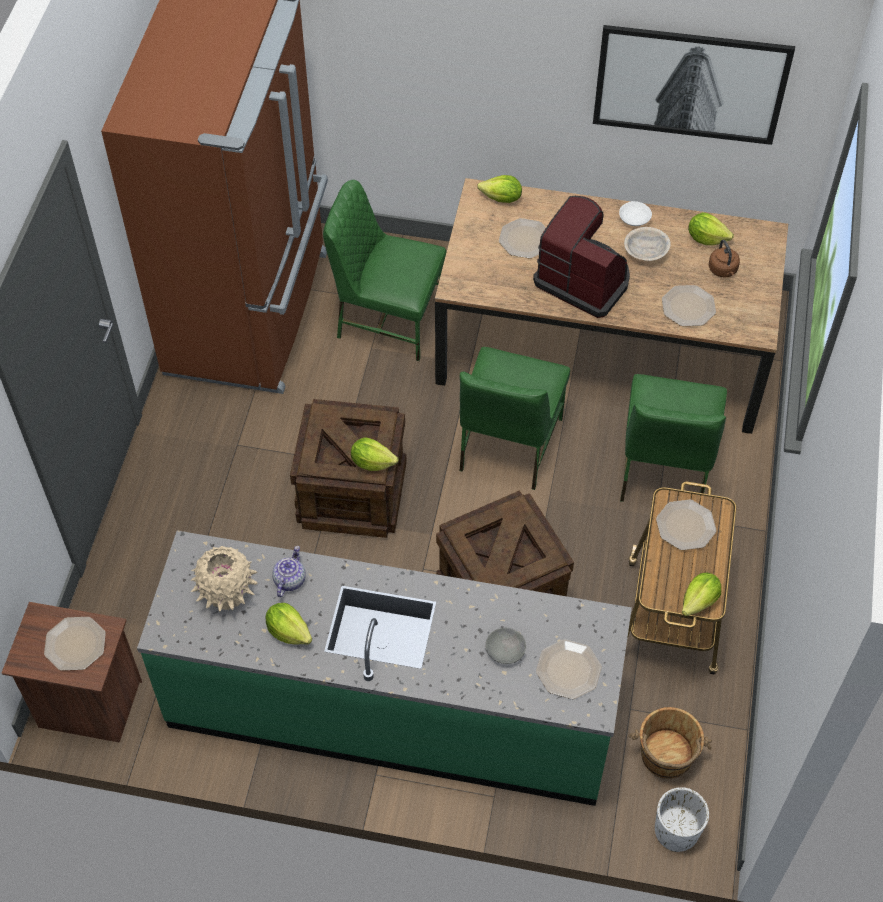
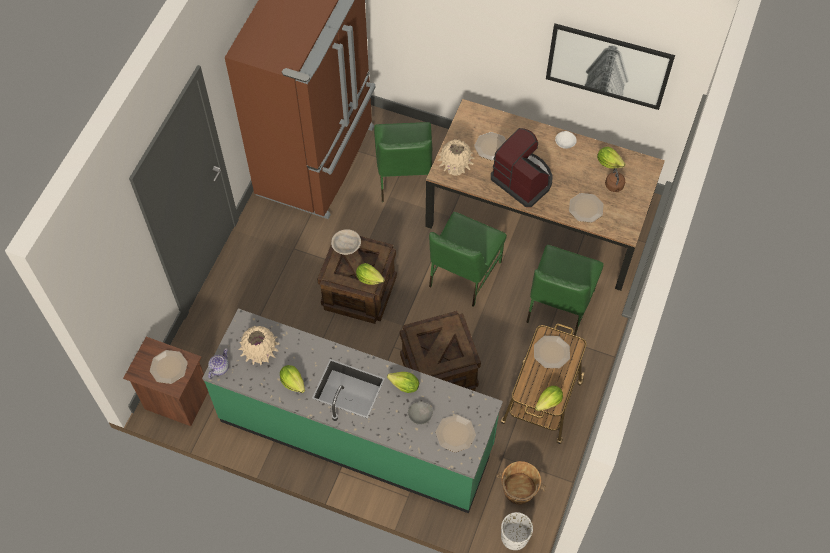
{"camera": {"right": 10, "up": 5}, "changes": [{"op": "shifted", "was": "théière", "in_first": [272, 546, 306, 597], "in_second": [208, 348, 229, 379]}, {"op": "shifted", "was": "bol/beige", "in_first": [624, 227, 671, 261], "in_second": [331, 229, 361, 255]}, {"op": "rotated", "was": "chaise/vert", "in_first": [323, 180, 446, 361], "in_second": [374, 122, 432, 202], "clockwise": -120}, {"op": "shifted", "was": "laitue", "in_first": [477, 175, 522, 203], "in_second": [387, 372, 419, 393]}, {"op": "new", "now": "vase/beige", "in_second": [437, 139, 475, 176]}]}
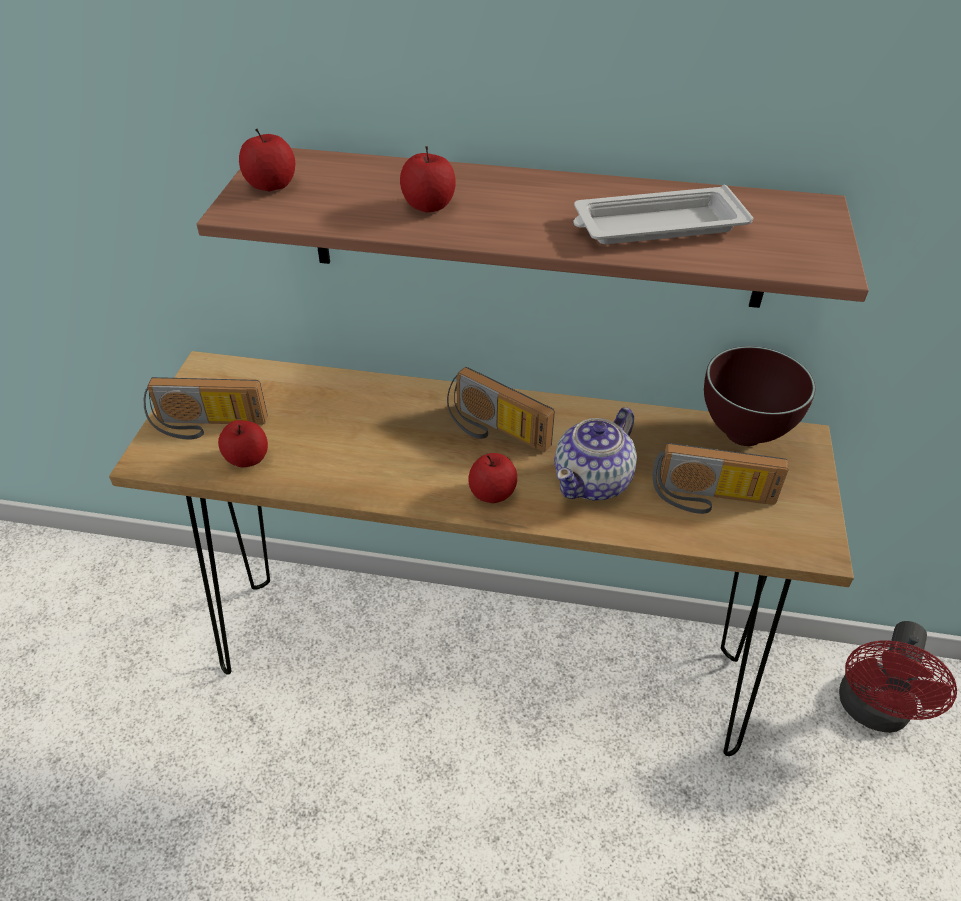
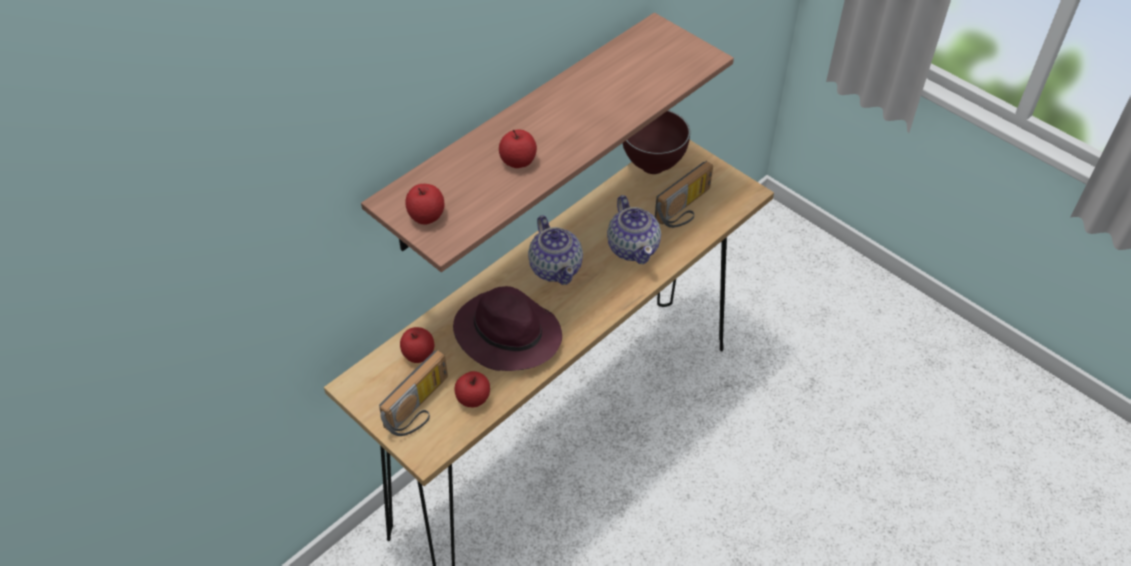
{"camera": {"right": -55, "up": 5}, "changes": [{"op": "shifted", "was": "pomme", "in_first": [468, 453, 517, 503], "in_second": [400, 327, 434, 363]}, {"op": "new", "now": "chapeau/violet", "in_second": [453, 286, 562, 371]}, {"op": "swapped", "was": "radio", "now": "théière", "in_first": [447, 367, 555, 452], "in_second": [528, 215, 583, 285]}, {"op": "gone", "was": "plateau/blanc", "in_first": [573, 185, 753, 244]}, {"op": "gone", "was": "ventilateur/rouge", "in_first": [839, 621, 957, 733]}]}
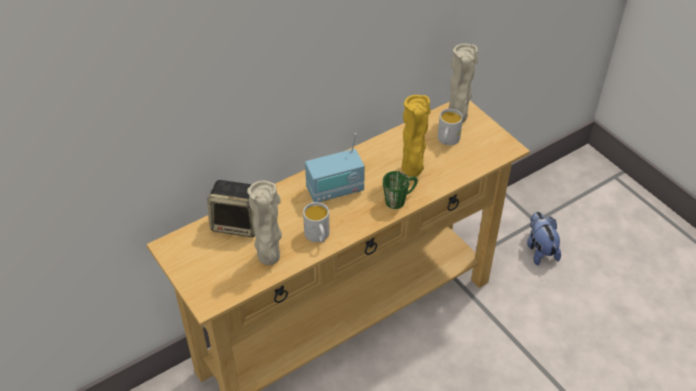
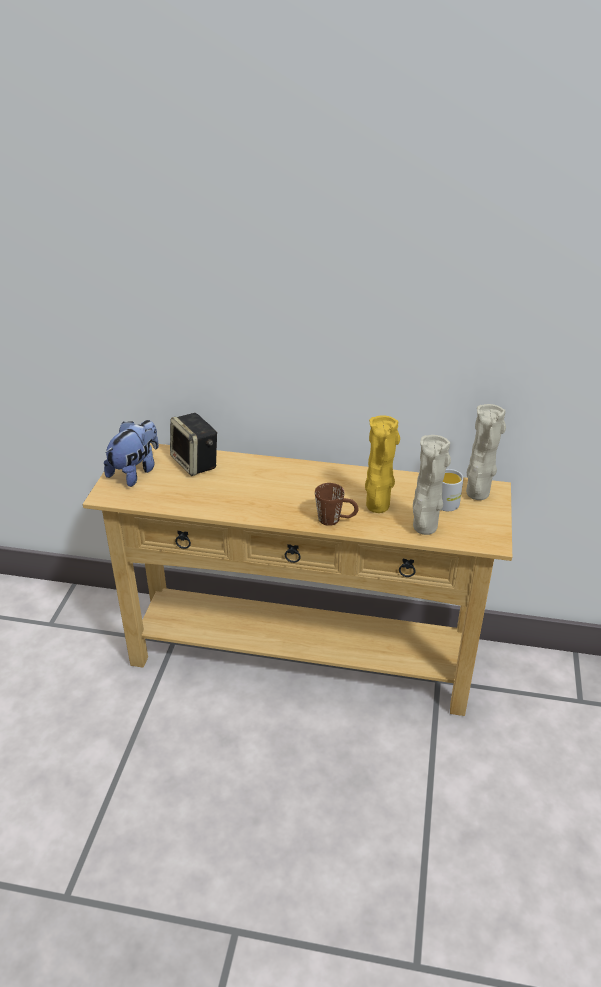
{"camera": {"right": 45, "up": -10}, "changes": [{"op": "shifted", "was": "peluche", "in_first": [527, 212, 561, 265], "in_second": [104, 420, 159, 487]}, {"op": "repainted", "was": "mug/vert", "now": "mug/marron", "in_first": [383, 171, 418, 209], "in_second": [315, 483, 359, 526]}, {"op": "shifted", "was": "vase/beige", "in_first": [247, 181, 282, 265], "in_second": [413, 435, 451, 535]}, {"op": "gone", "was": "mug/blanc", "in_first": [303, 202, 330, 242]}, {"op": "gone", "was": "radio", "in_first": [305, 133, 365, 202]}]}
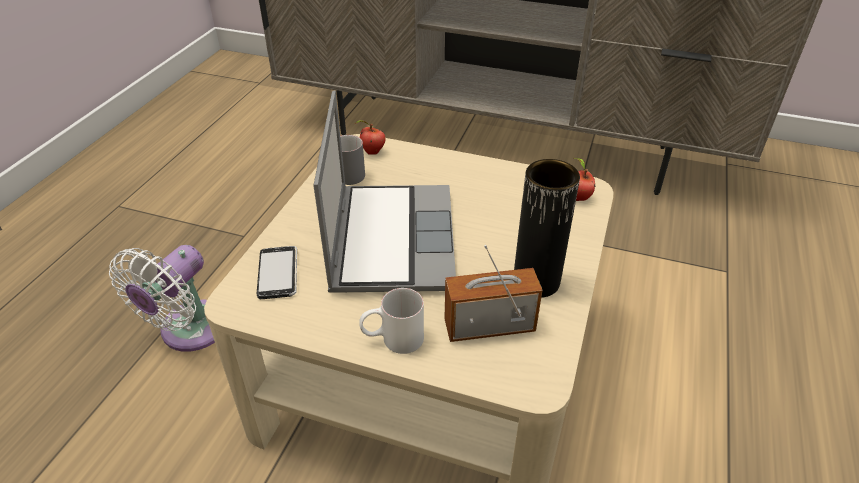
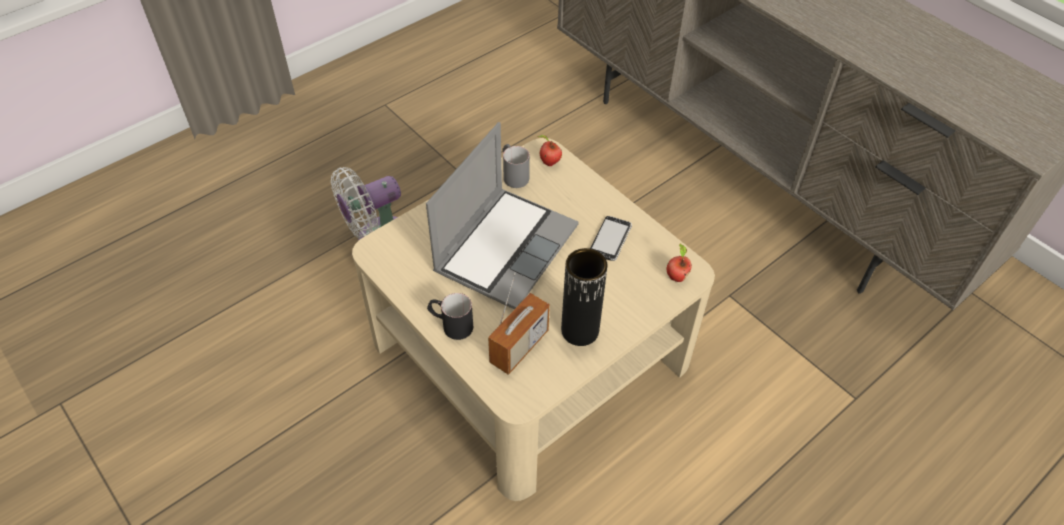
{"camera": {"right": 30, "up": 10}, "changes": [{"op": "repainted", "was": "mug/blanc", "now": "mug/noir", "in_first": [359, 288, 424, 354], "in_second": [427, 293, 473, 340]}, {"op": "rotated", "was": "radio", "in_first": [444, 245, 542, 342], "in_second": [488, 272, 550, 375], "clockwise": 105}, {"op": "shifted", "was": "téléphone", "in_first": [257, 246, 297, 299], "in_second": [590, 216, 632, 261]}]}
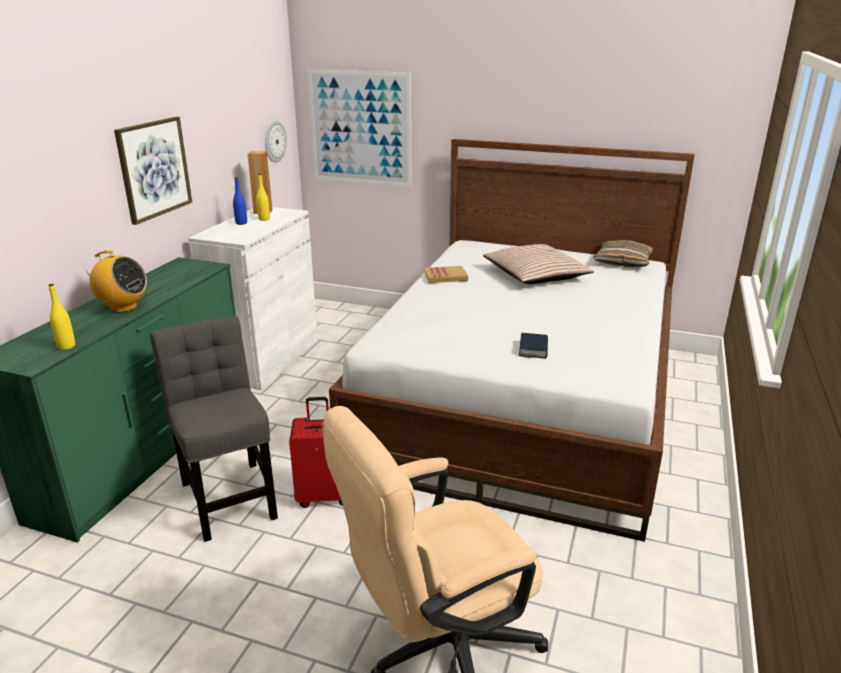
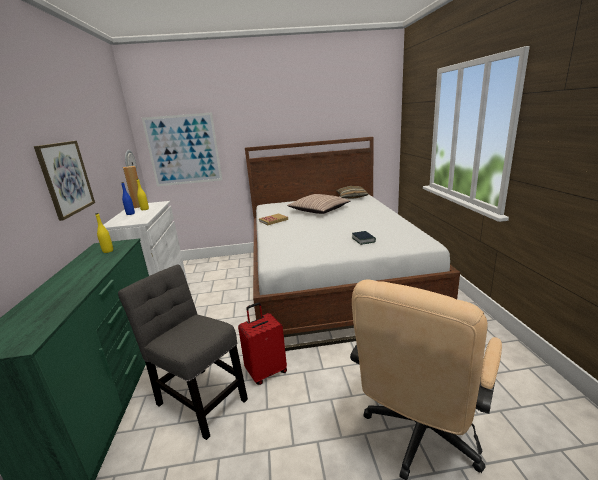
{"camera": {"right": -25, "up": -5}, "changes": [{"op": "shifted", "was": "bouteille/jaune", "in_first": [48, 284, 75, 350], "in_second": [95, 213, 113, 253]}, {"op": "gone", "was": "radio", "in_first": [81, 250, 147, 313]}]}
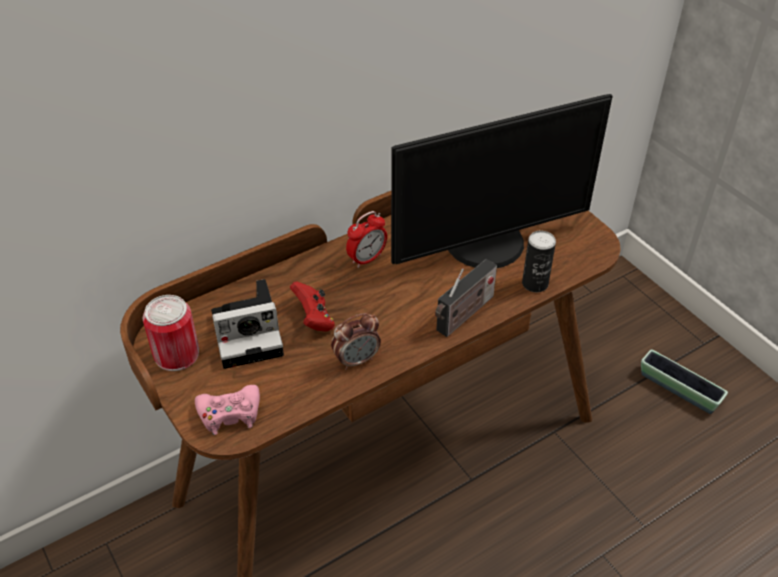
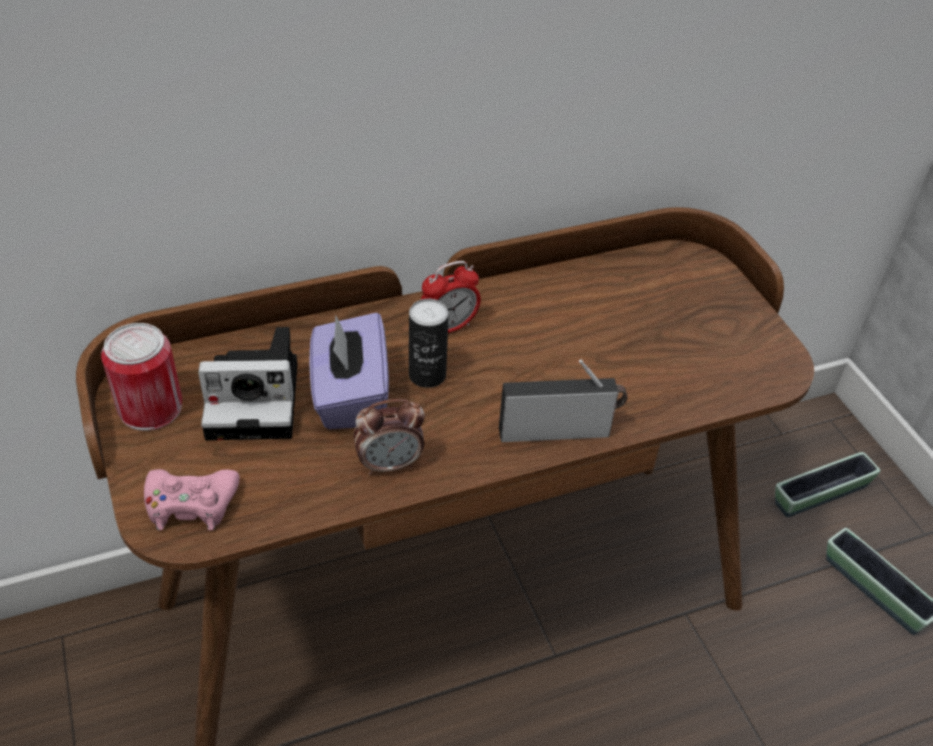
{"camera": {"right": 10, "up": 0}, "changes": [{"op": "swapped", "was": "manette/rouge", "now": "boîte à mouchoirs/violet", "in_first": [290, 281, 335, 332], "in_second": [309, 313, 389, 429]}, {"op": "shifted", "was": "boîte métallique", "in_first": [522, 230, 556, 292], "in_second": [409, 299, 449, 388]}, {"op": "rotated", "was": "radio", "in_first": [435, 259, 497, 337], "in_second": [499, 359, 628, 442], "clockwise": -150}, {"op": "new", "now": "cache-pot", "in_second": [775, 452, 881, 517]}, {"op": "gone", "was": "écran d'ordinateur", "in_first": [391, 94, 613, 268]}]}
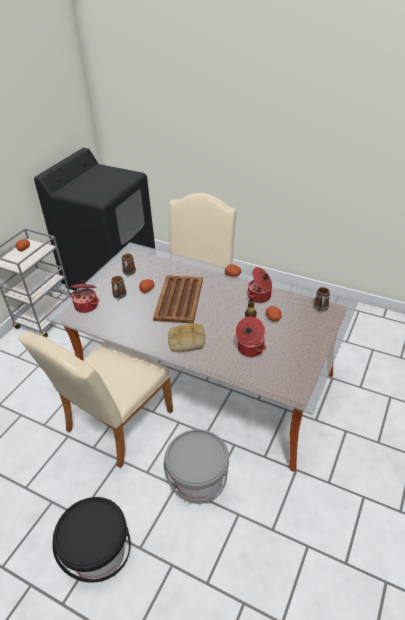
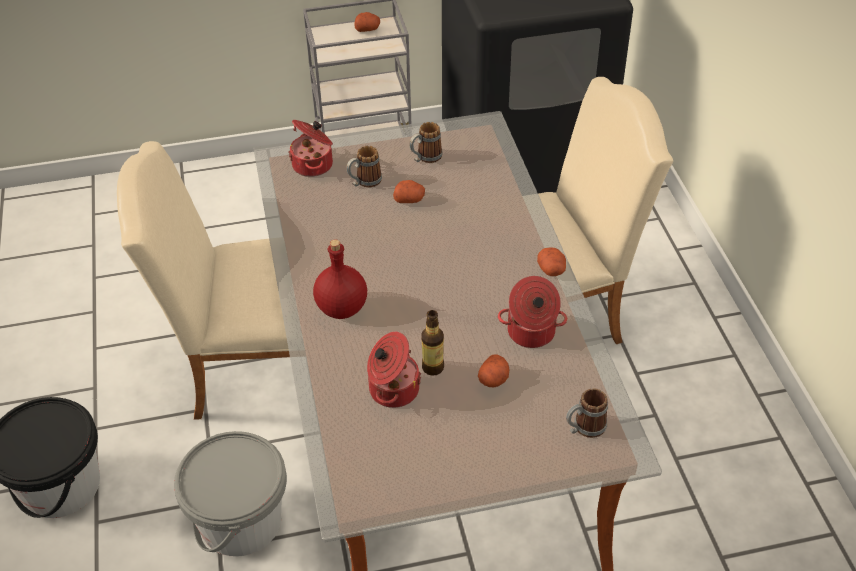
{"camera": {"right": 50, "up": 5}, "changes": [{"op": "swapped", "was": "pain", "now": "bouteille/rouge", "in_first": [168, 323, 205, 352], "in_second": [313, 239, 367, 319]}, {"op": "gone", "was": "plateau/marron", "in_first": [153, 275, 203, 323]}]}
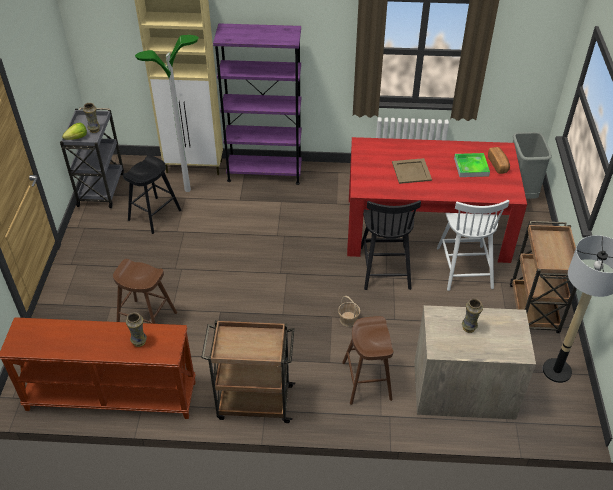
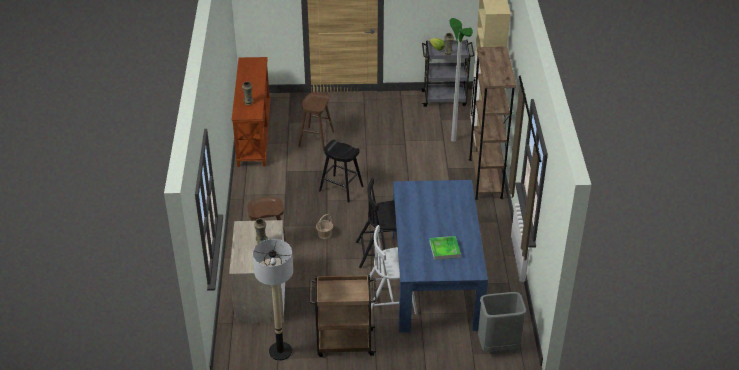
{"camera": {"right": 85, "up": -5}, "changes": [{"op": "shifted", "was": "tabouret/noir", "in_first": [123, 155, 182, 234], "in_second": [319, 140, 364, 203]}, {"op": "repainted", "was": "table à manger/rouge", "now": "table à manger/bleu", "in_first": [347, 137, 527, 263], "in_second": [392, 180, 488, 333]}, {"op": "repainted", "was": "bibliothèque/violet", "now": "bibliothèque/marron", "in_first": [213, 23, 302, 185], "in_second": [469, 47, 516, 200]}, {"op": "gone", "was": "chariot/marron", "in_first": [201, 320, 296, 423]}, {"op": "gone", "was": "plateau/beige", "in_first": [392, 158, 432, 184]}, {"op": "gone", "was": "pain", "in_first": [488, 147, 510, 174]}]}
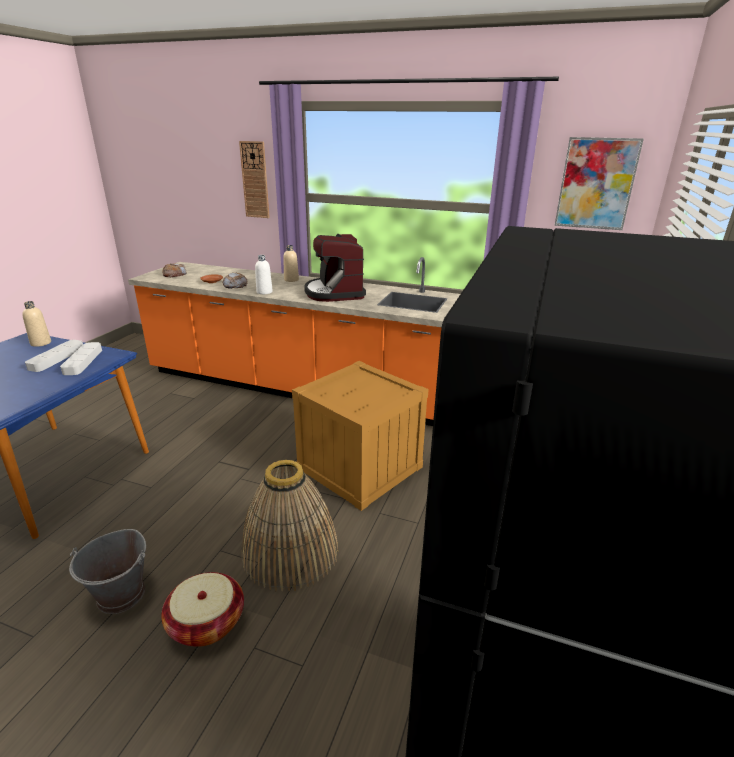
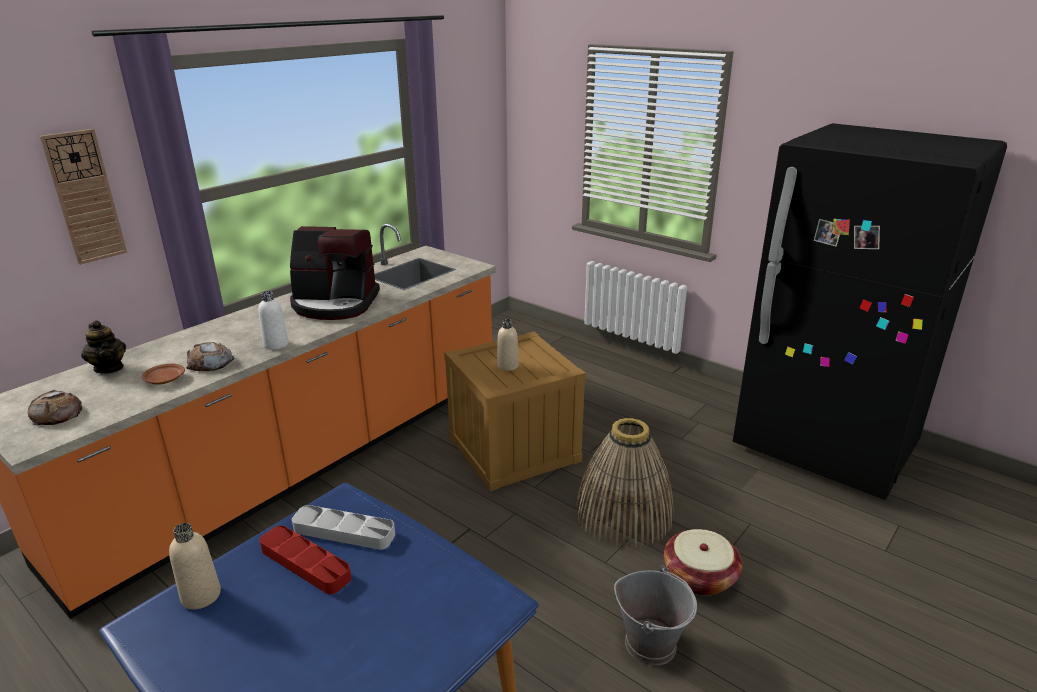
{"camera": {"right": -70, "up": 0}, "changes": [{"op": "new", "now": "théière", "in_second": [81, 320, 126, 374]}, {"op": "repainted", "was": "plateau/gris", "now": "plateau/rouge", "in_first": [25, 340, 83, 372], "in_second": [260, 525, 351, 594]}, {"op": "shifted", "was": "bouteille/beige", "in_first": [283, 245, 299, 282], "in_second": [497, 319, 519, 371]}, {"op": "gone", "was": "tableau", "in_first": [554, 137, 644, 230]}]}
